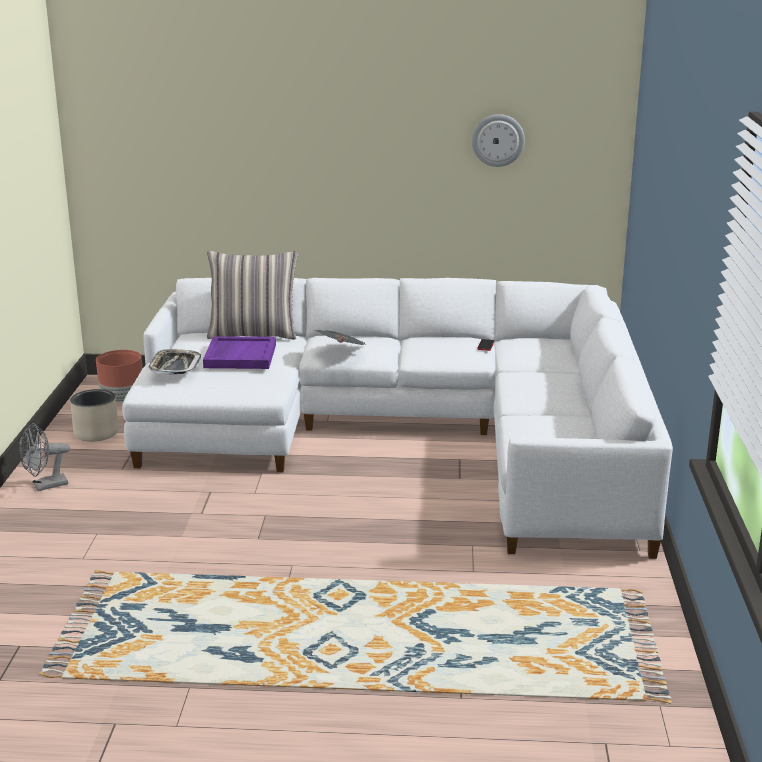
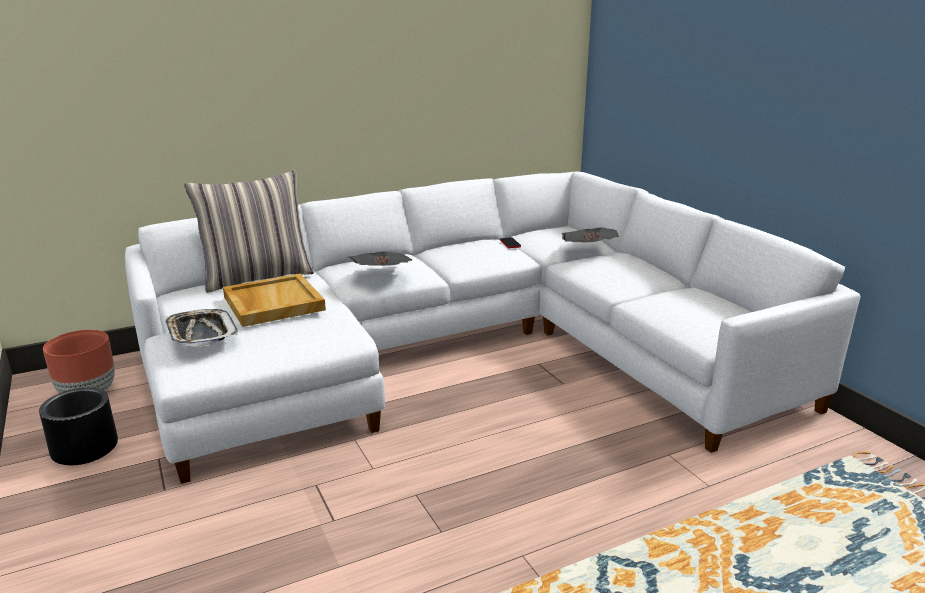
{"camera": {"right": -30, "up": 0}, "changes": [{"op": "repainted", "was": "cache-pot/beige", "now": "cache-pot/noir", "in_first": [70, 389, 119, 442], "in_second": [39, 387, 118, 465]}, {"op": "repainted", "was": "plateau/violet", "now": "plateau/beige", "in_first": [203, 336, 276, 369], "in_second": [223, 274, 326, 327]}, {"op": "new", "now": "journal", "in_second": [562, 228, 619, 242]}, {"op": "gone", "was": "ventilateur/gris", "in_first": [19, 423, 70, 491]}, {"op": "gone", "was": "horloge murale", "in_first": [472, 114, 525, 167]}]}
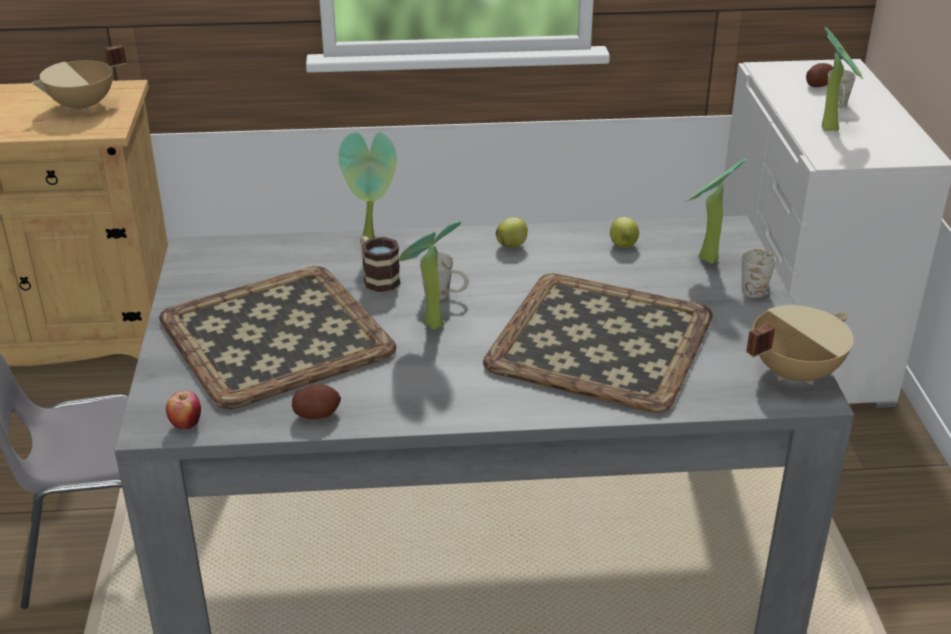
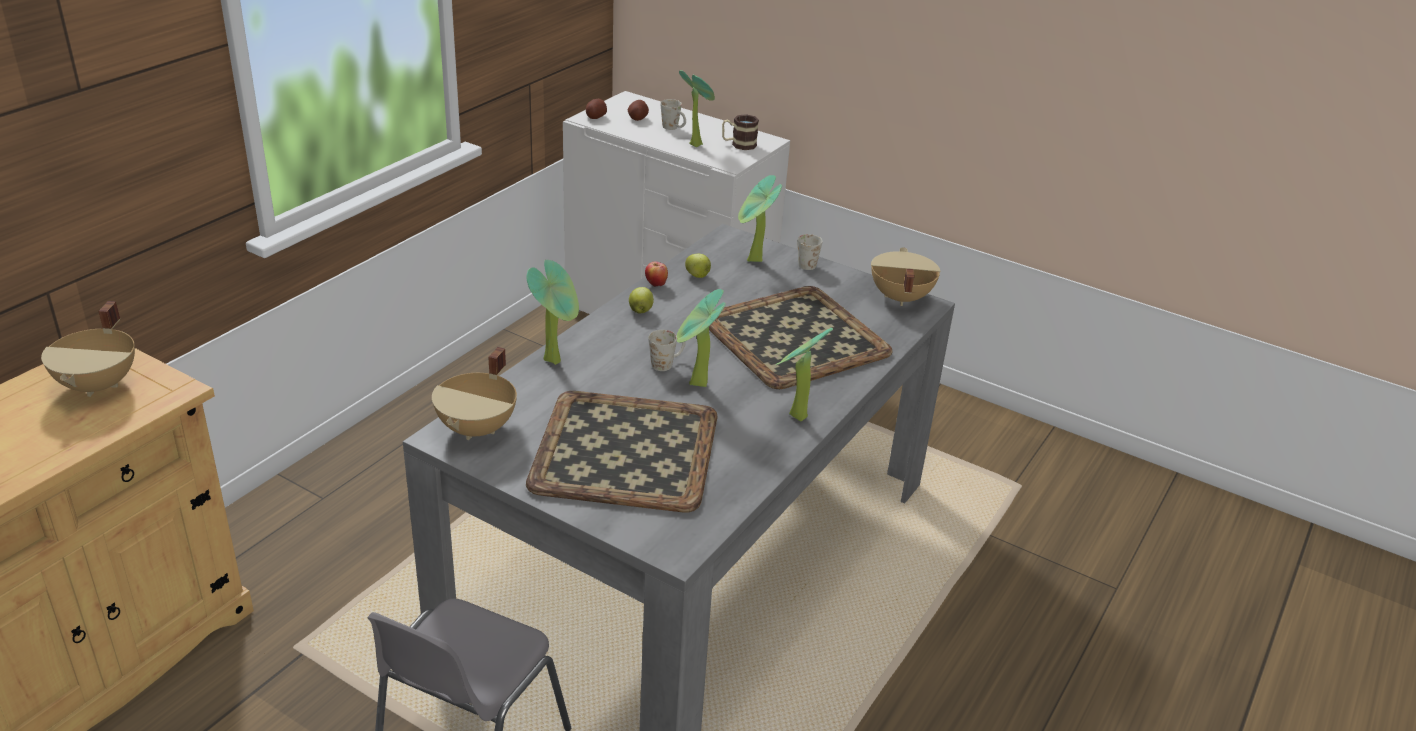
{"camera": {"right": -55, "up": 0}, "changes": [{"op": "new", "now": "marmite/beige", "in_second": [432, 347, 517, 440]}, {"op": "shifted", "was": "pomme de terre", "in_first": [292, 384, 341, 419], "in_second": [586, 99, 607, 119]}, {"op": "shifted", "was": "pomme", "in_first": [166, 391, 201, 429], "in_second": [645, 261, 668, 287]}, {"op": "shifted", "was": "mug", "in_first": [360, 236, 401, 292], "in_second": [722, 114, 759, 150]}, {"op": "new", "now": "plante en pot", "in_second": [776, 328, 833, 421]}]}
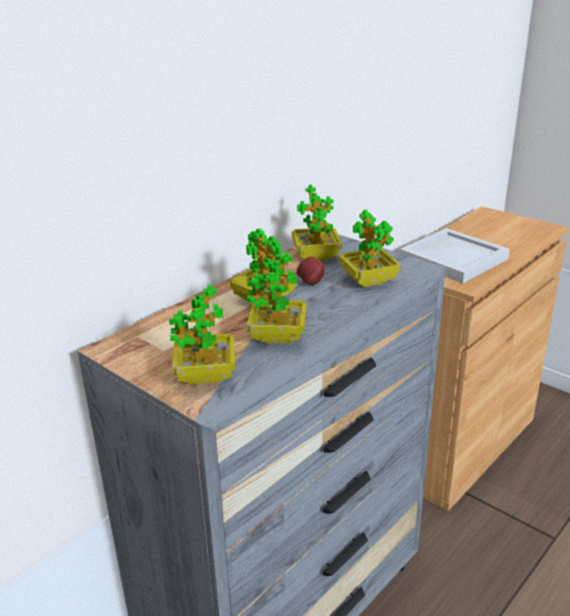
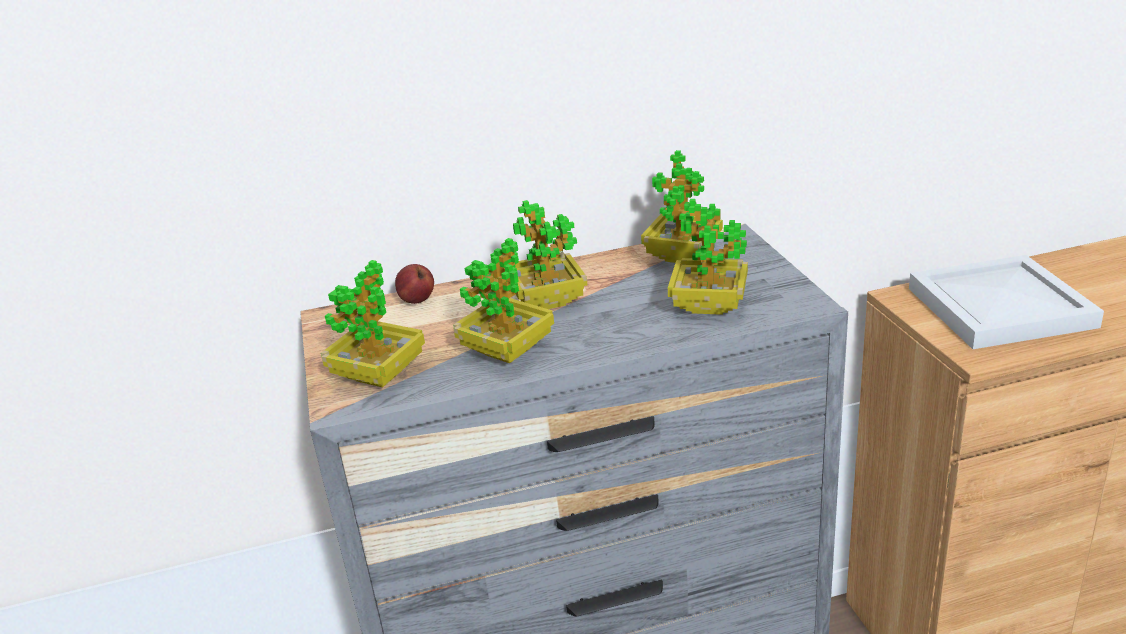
{"camera": {"right": 35, "up": 0}, "changes": [{"op": "shifted", "was": "pomme", "in_first": [297, 257, 325, 285], "in_second": [395, 264, 434, 304]}]}
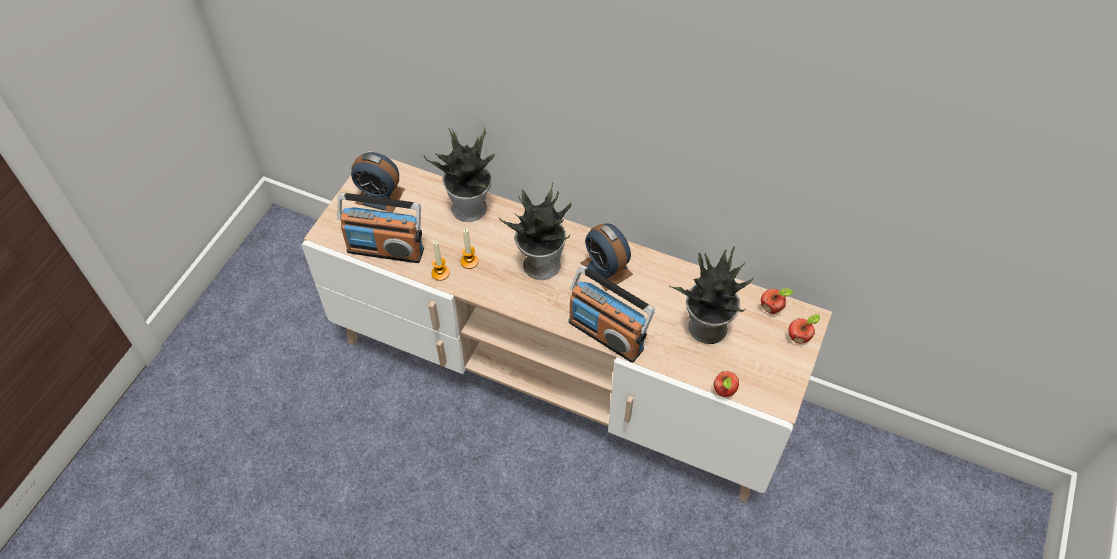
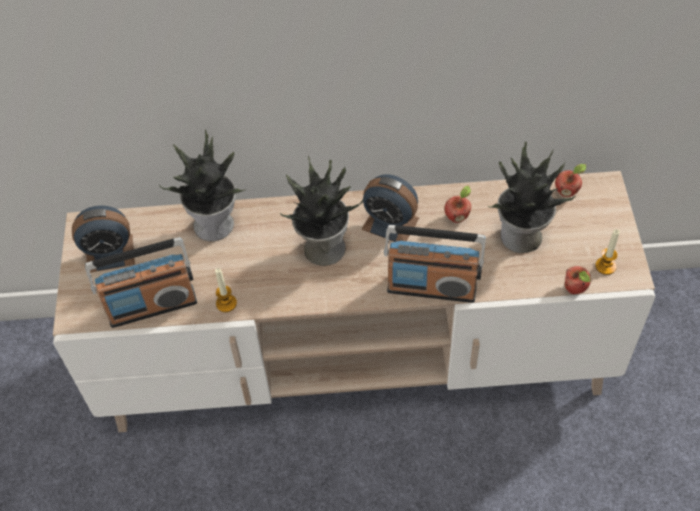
{"camera": {"right": -25, "up": 0}, "changes": [{"op": "shifted", "was": "pomme", "in_first": [788, 314, 820, 343], "in_second": [444, 185, 471, 223]}, {"op": "shifted", "was": "bougie", "in_first": [461, 228, 479, 269], "in_second": [595, 229, 620, 275]}]}
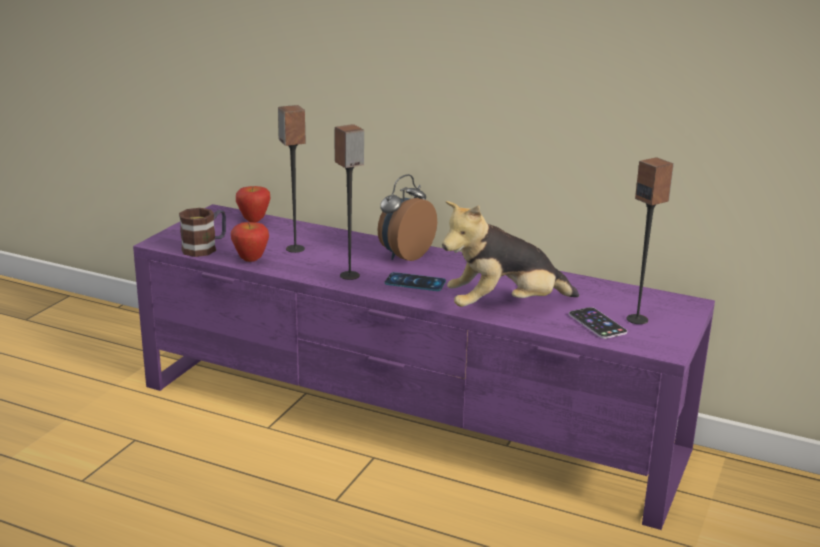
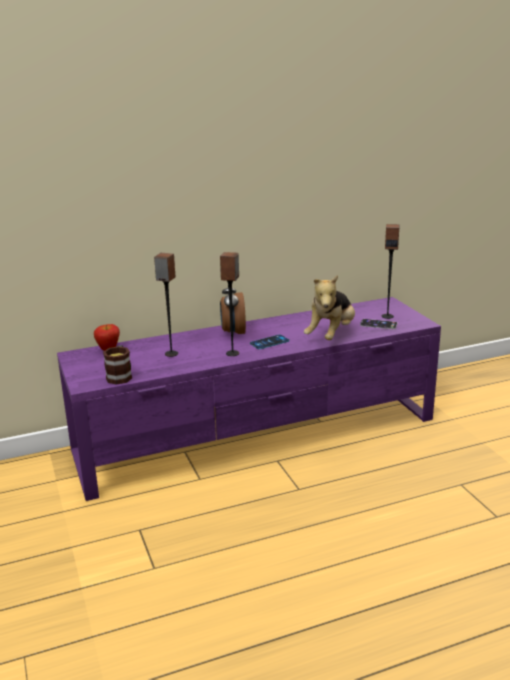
{"camera": {"right": -45, "up": 0}, "changes": [{"op": "gone", "was": "pomme", "in_first": [231, 222, 269, 262]}]}
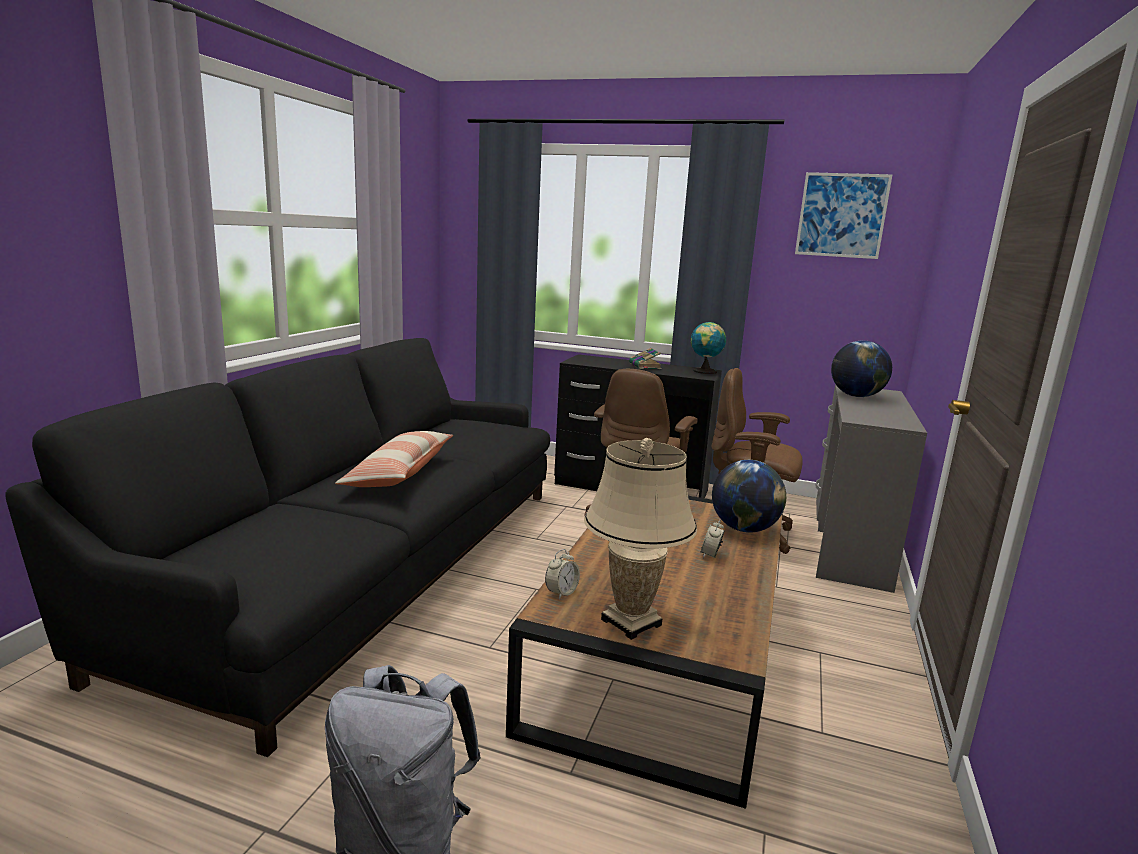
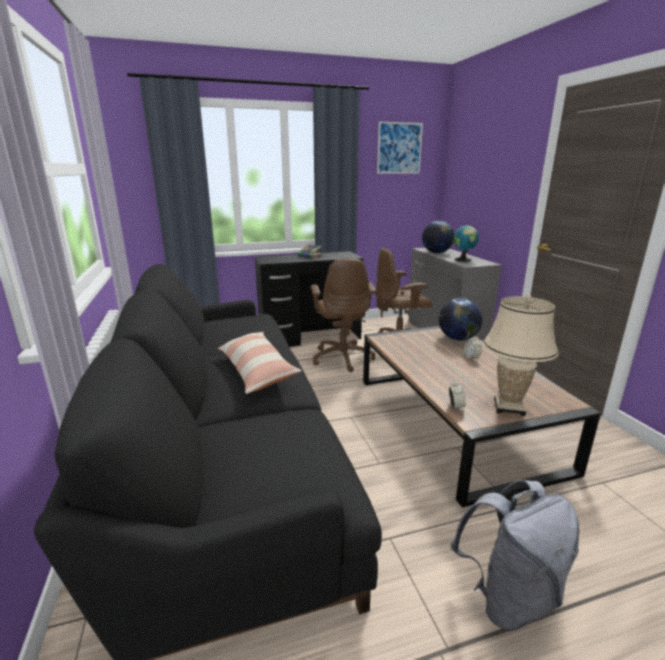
{"camera": {"right": -35, "up": 5}, "changes": [{"op": "shifted", "was": "globe", "in_first": [691, 321, 726, 374], "in_second": [454, 225, 479, 262]}]}
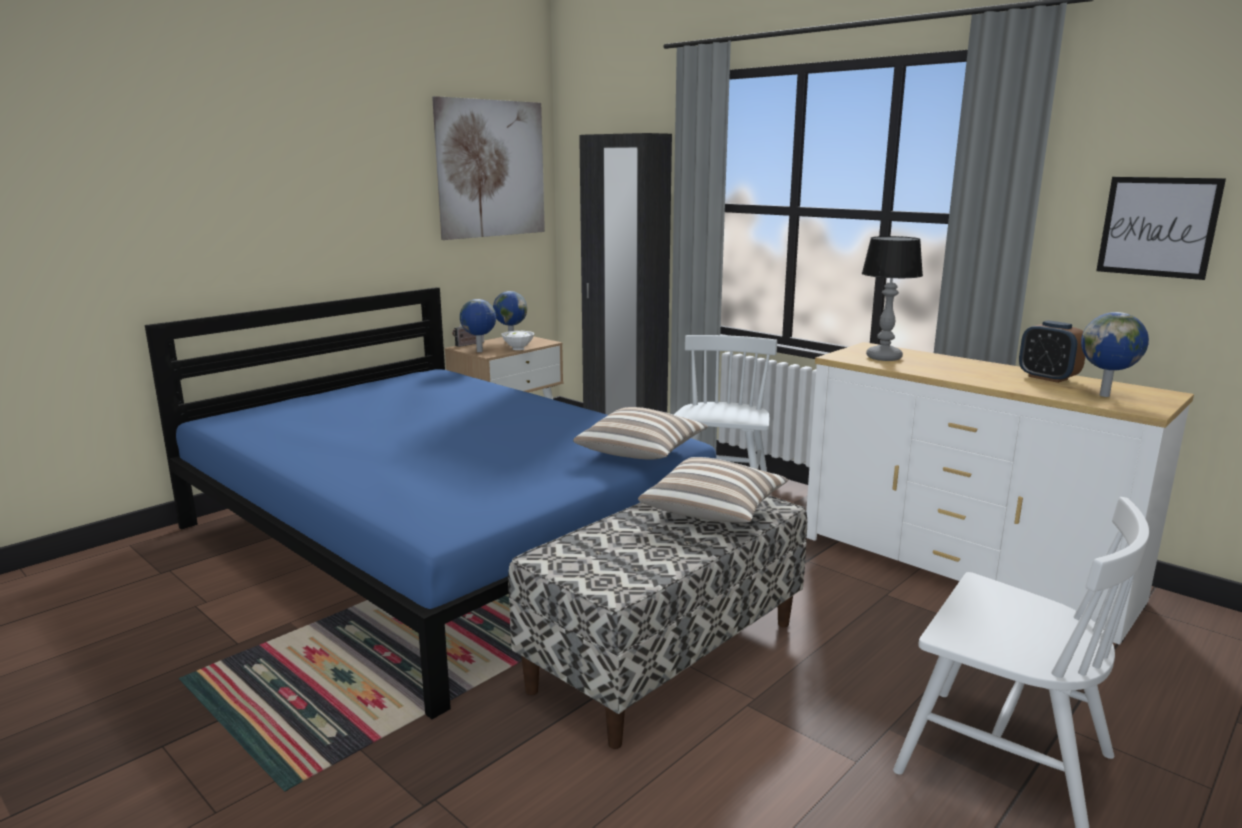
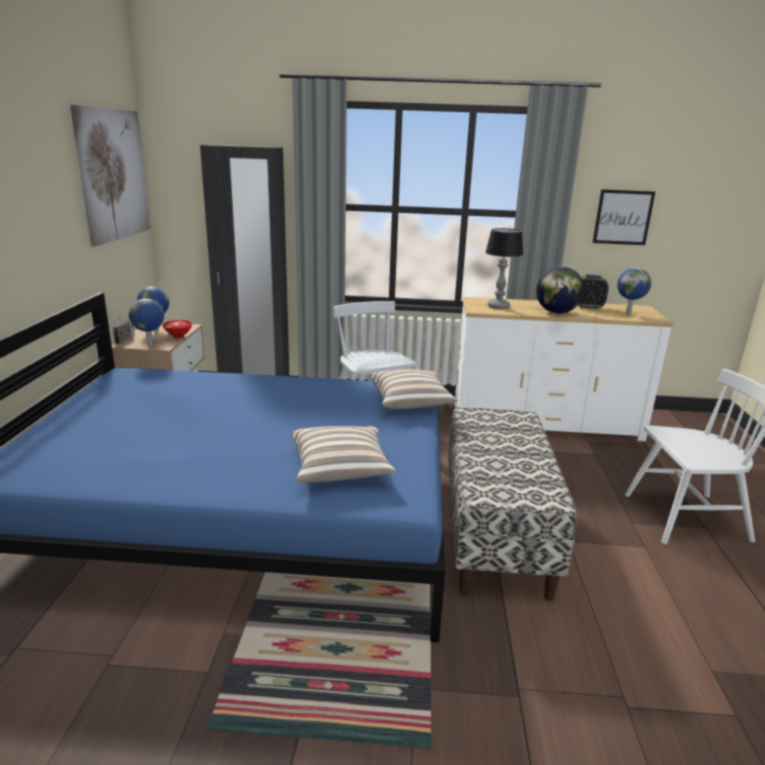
{"camera": {"right": -40, "up": 5}, "changes": [{"op": "repainted", "was": "bol/blanc", "now": "bol/rouge", "in_first": [501, 331, 534, 350], "in_second": [162, 320, 192, 339]}, {"op": "shifted", "was": "coussin", "in_first": [638, 457, 789, 523], "in_second": [291, 426, 396, 483]}, {"op": "new", "now": "globe", "in_second": [536, 266, 584, 314]}]}
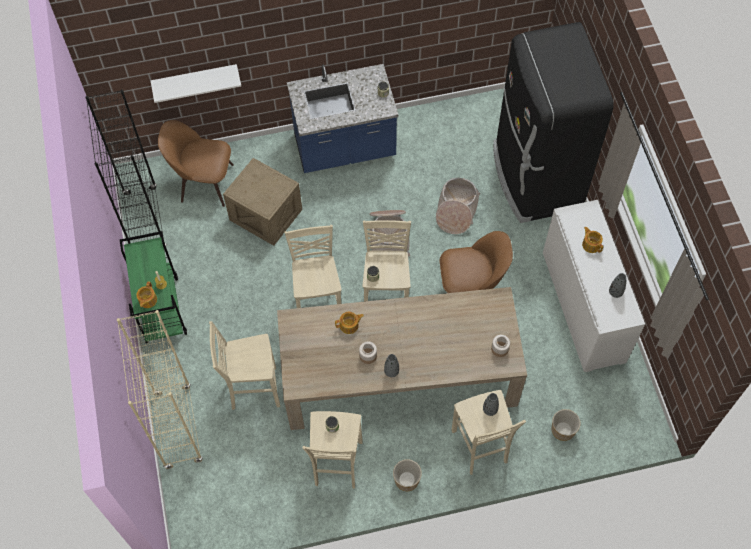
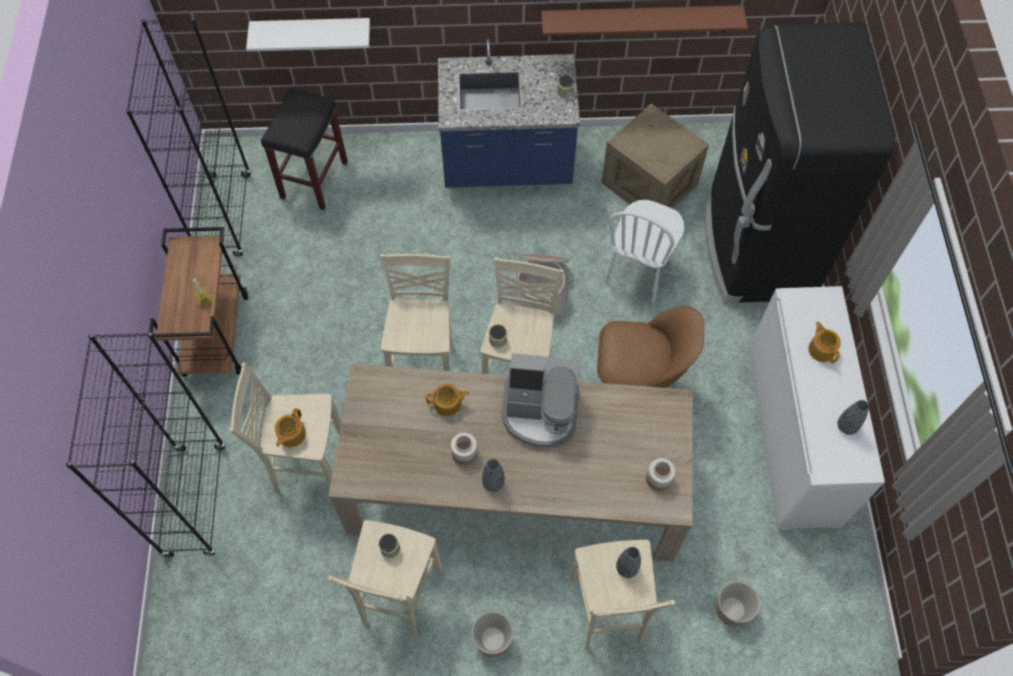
{"camera": {"right": 10, "up": 0}, "changes": [{"op": "repainted", "was": "bibliothèque/beige", "now": "bibliothèque/noir", "in_first": [117, 310, 203, 470], "in_second": [66, 332, 226, 558]}, {"op": "repainted", "was": "chariot/vert", "now": "chariot/marron", "in_first": [120, 231, 187, 343], "in_second": [149, 227, 248, 377]}, {"op": "swapped", "was": "chaise/marron", "now": "tabouret/noir", "in_first": [158, 120, 234, 207], "in_second": [261, 89, 348, 210]}, {"op": "shifted", "was": "théière", "in_first": [136, 281, 157, 308], "in_second": [275, 408, 306, 447]}, {"op": "new", "now": "machine à café", "in_second": [501, 353, 580, 447]}, {"op": "new", "now": "étagère/marron", "in_second": [541, 5, 748, 36]}, {"op": "shifted", "was": "caisse", "in_first": [223, 158, 302, 246], "in_second": [601, 103, 709, 209]}, {"op": "swapped", "was": "panier", "now": "chaise/blanc", "in_first": [436, 178, 480, 234], "in_second": [605, 200, 684, 302]}]}
